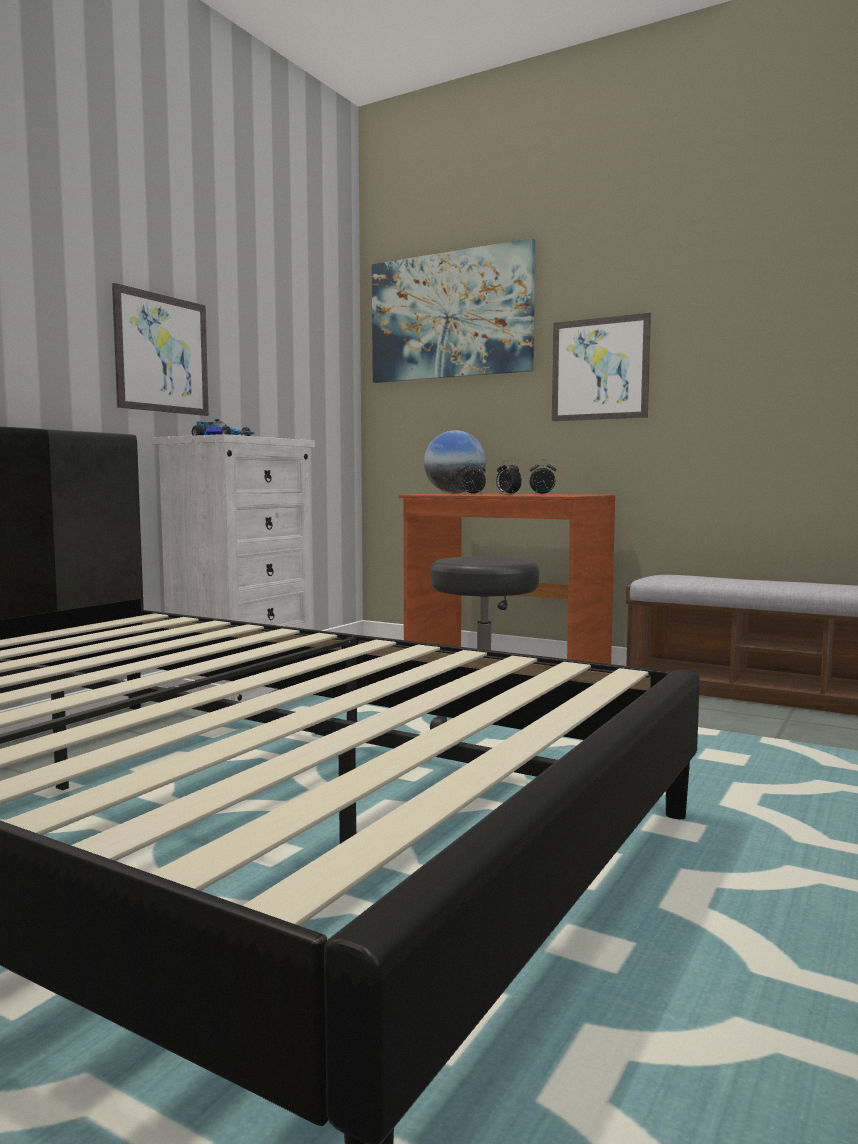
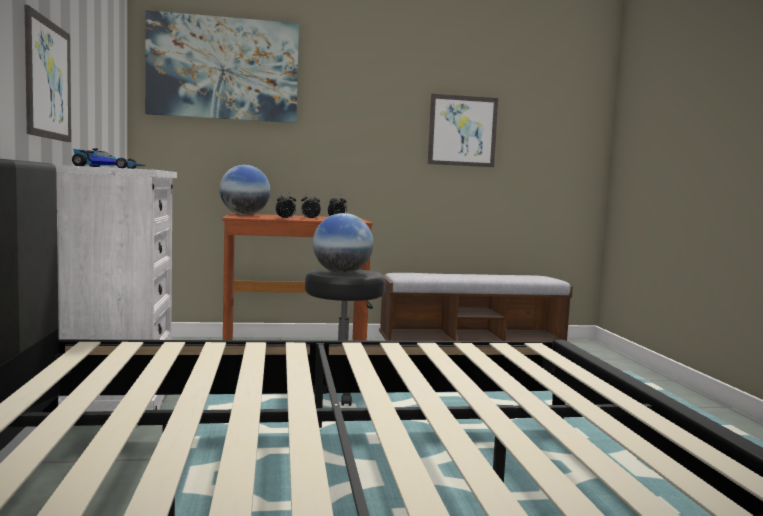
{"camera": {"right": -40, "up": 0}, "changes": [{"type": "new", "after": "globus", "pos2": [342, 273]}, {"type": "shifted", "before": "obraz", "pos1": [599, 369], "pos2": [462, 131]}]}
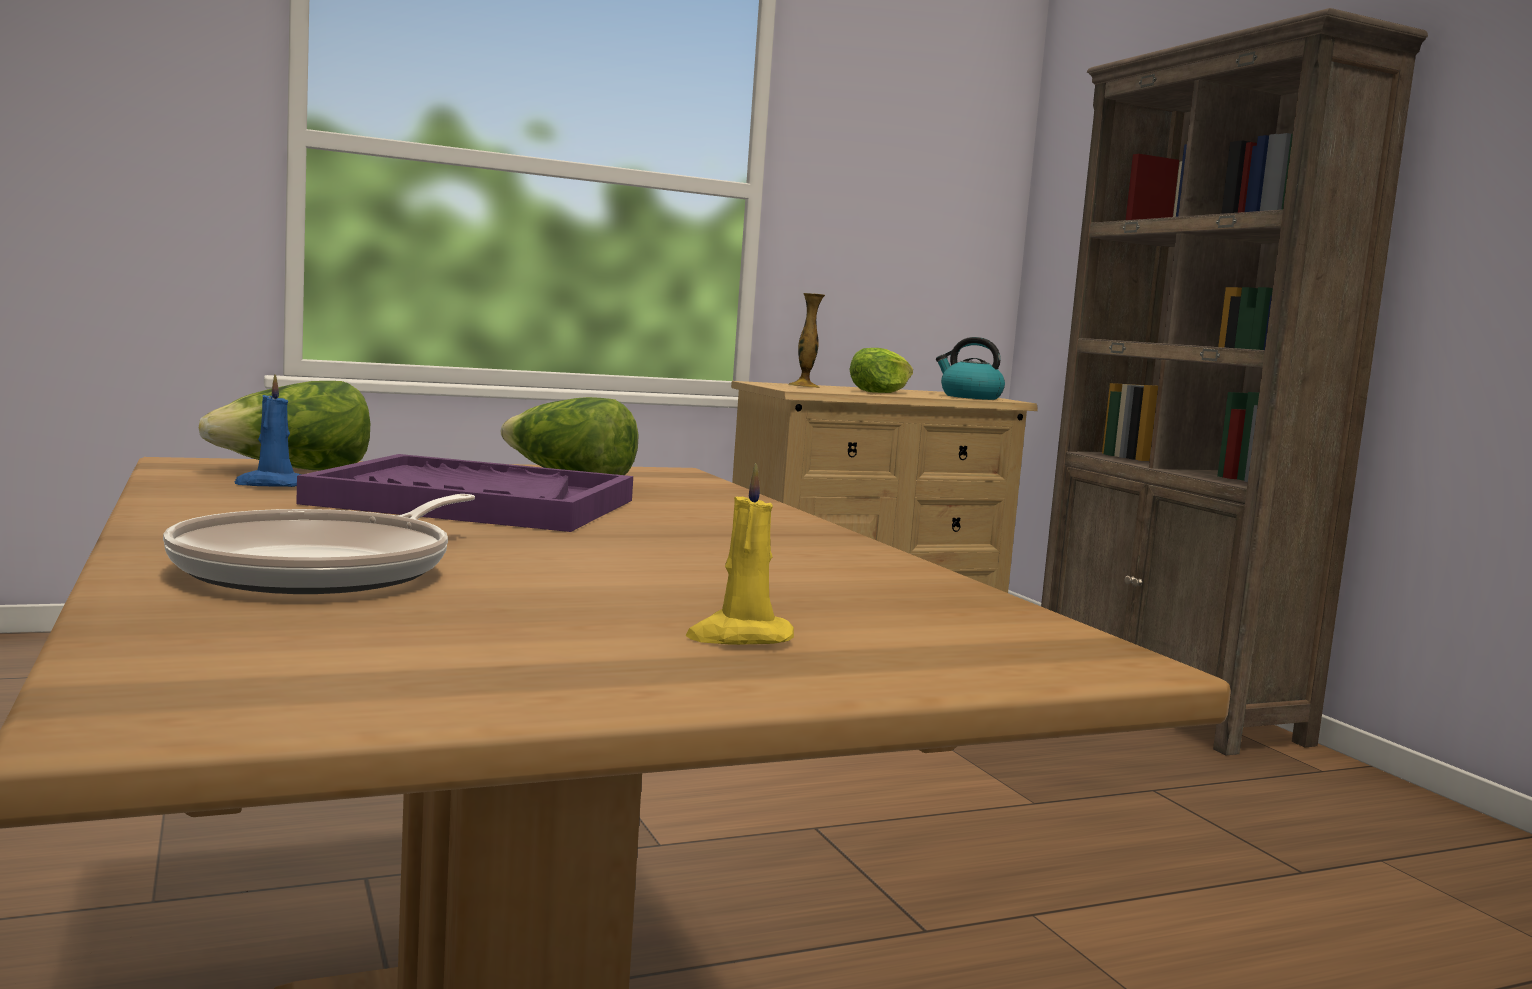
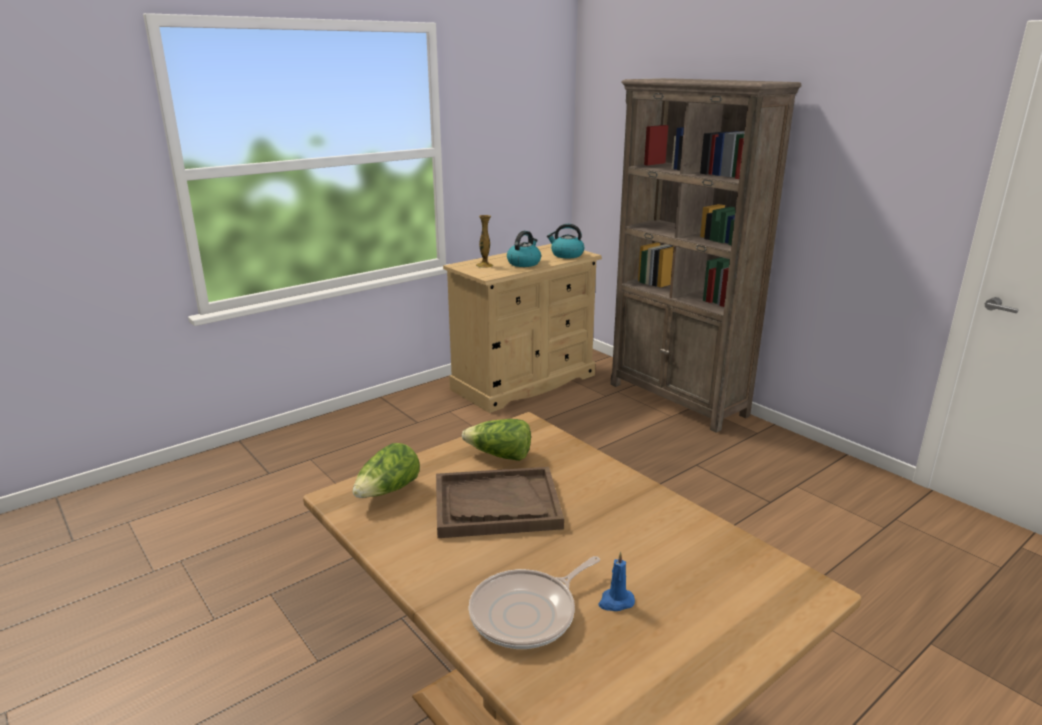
{"camera": {"right": -15, "up": 15}, "changes": [{"type": "gone", "before": "świeca [żółty]", "pos1": [738, 637]}, {"type": "shifted", "before": "świeca [niebieski]", "pos1": [270, 485], "pos2": [615, 602]}, {"type": "swapped", "before": "sałata", "after": "czajnik", "pos1": [879, 392], "pos2": [524, 263]}, {"type": "repainted", "before": "taca [fioletowy]", "after": "taca [brązowy]", "pos1": [474, 502], "pos2": [496, 505]}, {"type": "rotated", "before": "patelnia", "pos1": [324, 570], "pos2": [527, 613], "turn": 45}]}
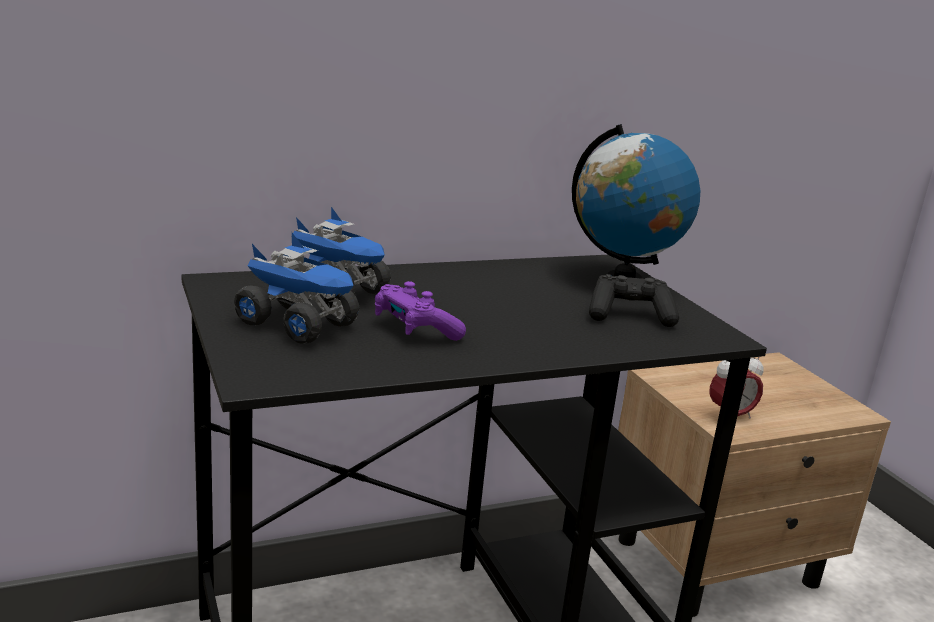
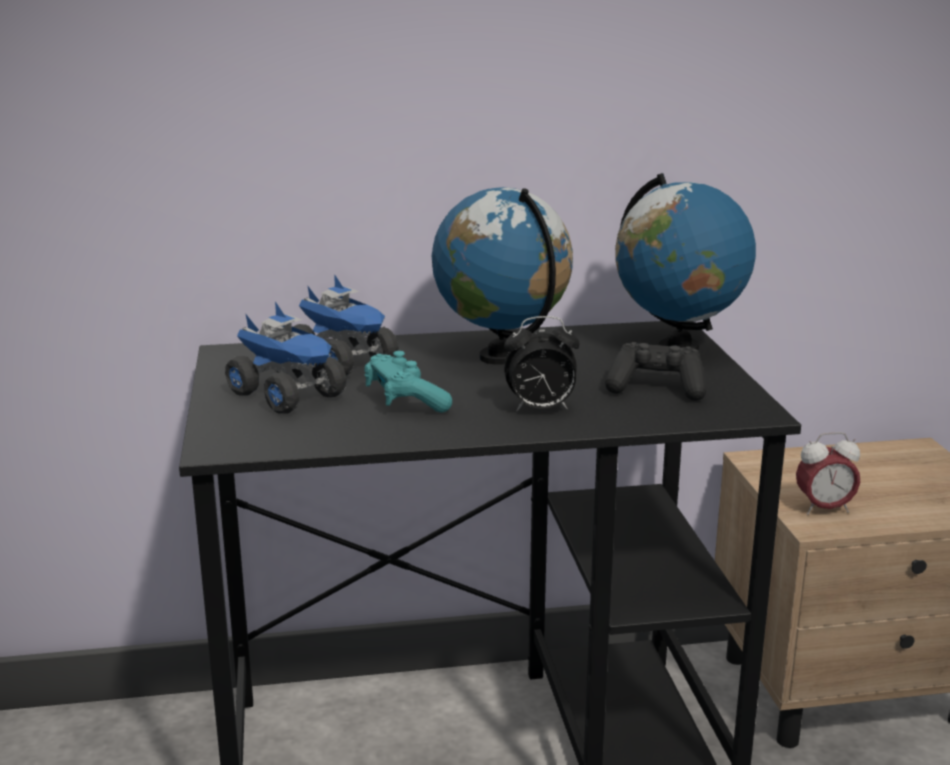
{"camera": {"right": 15, "up": 0}, "changes": [{"type": "new", "after": "globus", "pos2": [502, 357]}, {"type": "new", "after": "budzik", "pos2": [540, 409]}, {"type": "repainted", "before": "pad do gier [fioletowy]", "after": "pad do gier [turkusowy]", "pos1": [415, 329], "pos2": [405, 401]}]}
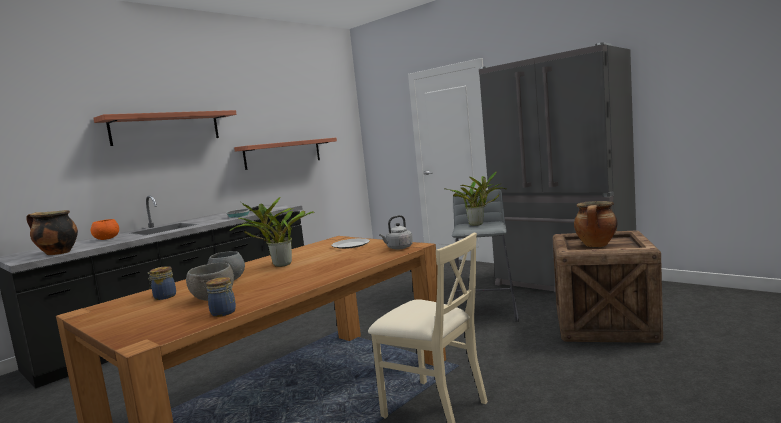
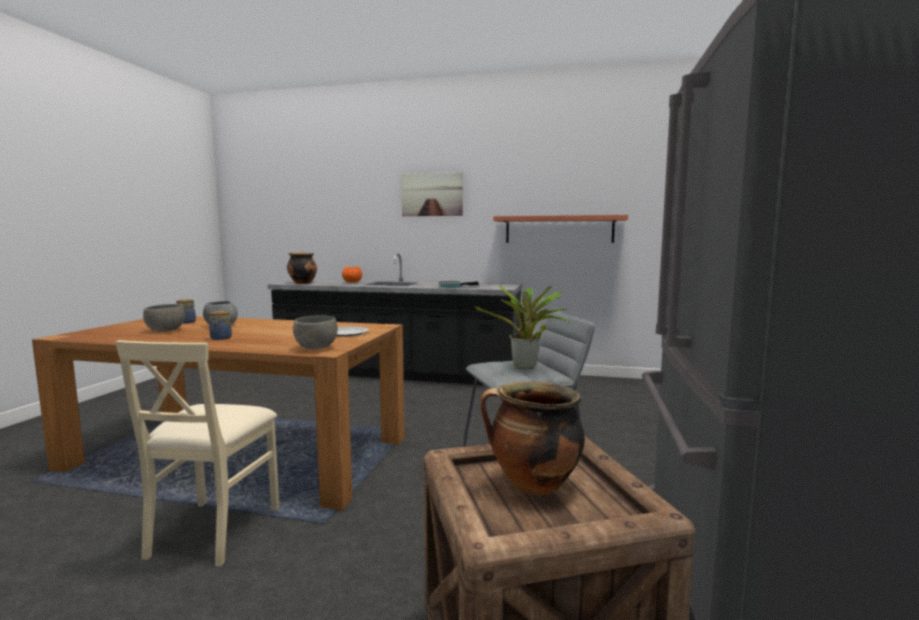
{"camera": {"right": 60, "up": 0}, "changes": [{"type": "gone", "before": "roślina doniczkowa", "pos1": [279, 265]}, {"type": "shifted", "before": "słoik", "pos1": [224, 313], "pos2": [220, 338]}, {"type": "swapped", "before": "półka", "after": "obraz", "pos1": [166, 128], "pos2": [432, 194]}, {"type": "swapped", "before": "czajnik [szary]", "after": "miska [szary]", "pos1": [398, 248], "pos2": [315, 348]}]}
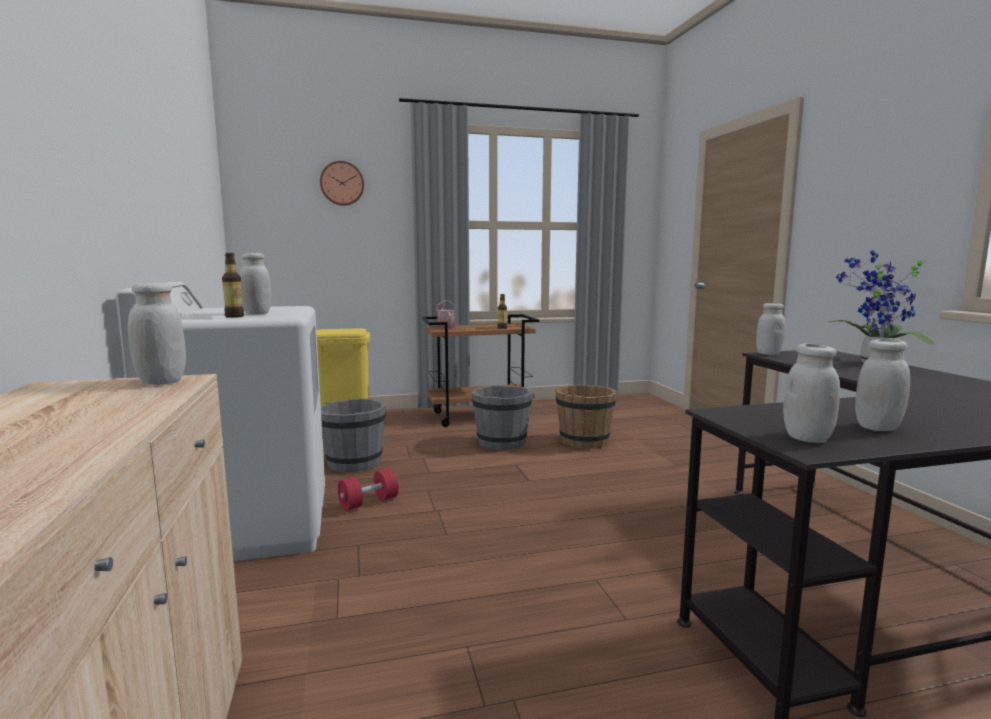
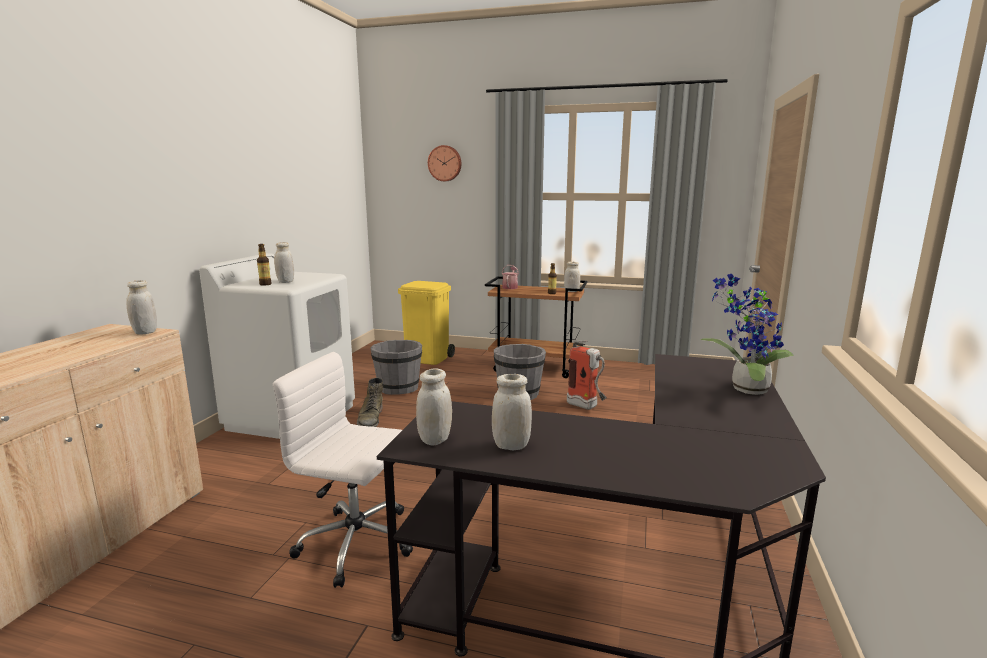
{"camera": {"right": 30, "up": 5}, "changes": [{"type": "new", "after": "krzesło biurowe [biały]", "pos2": [358, 543]}, {"type": "shifted", "before": "słoik [biały]", "pos1": [768, 353], "pos2": [571, 291]}, {"type": "swapped", "before": "hantel [czerwony]", "after": "but z cholewką [zielony]", "pos1": [369, 502], "pos2": [370, 419]}, {"type": "swapped", "before": "wiadro [brązowy]", "after": "gaśnica", "pos1": [584, 442], "pos2": [586, 407]}]}
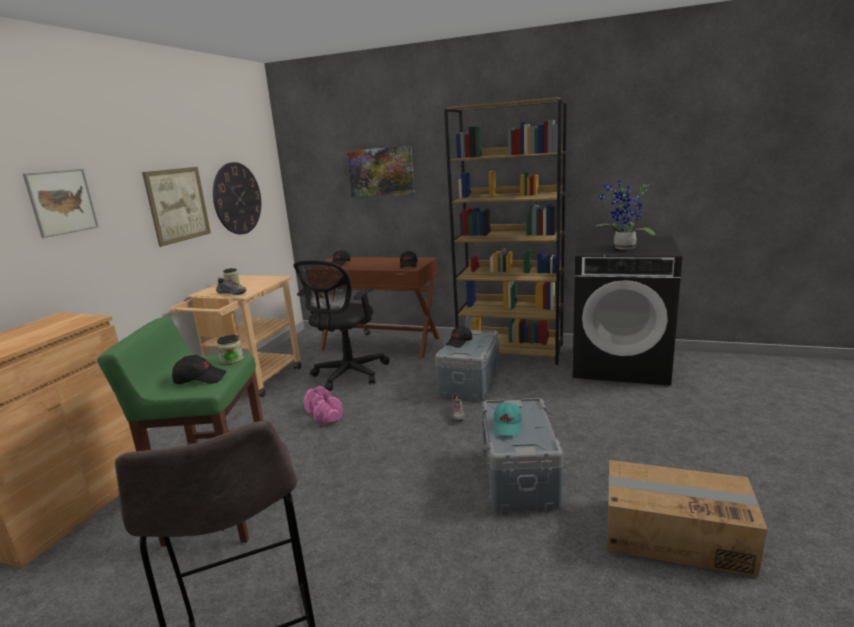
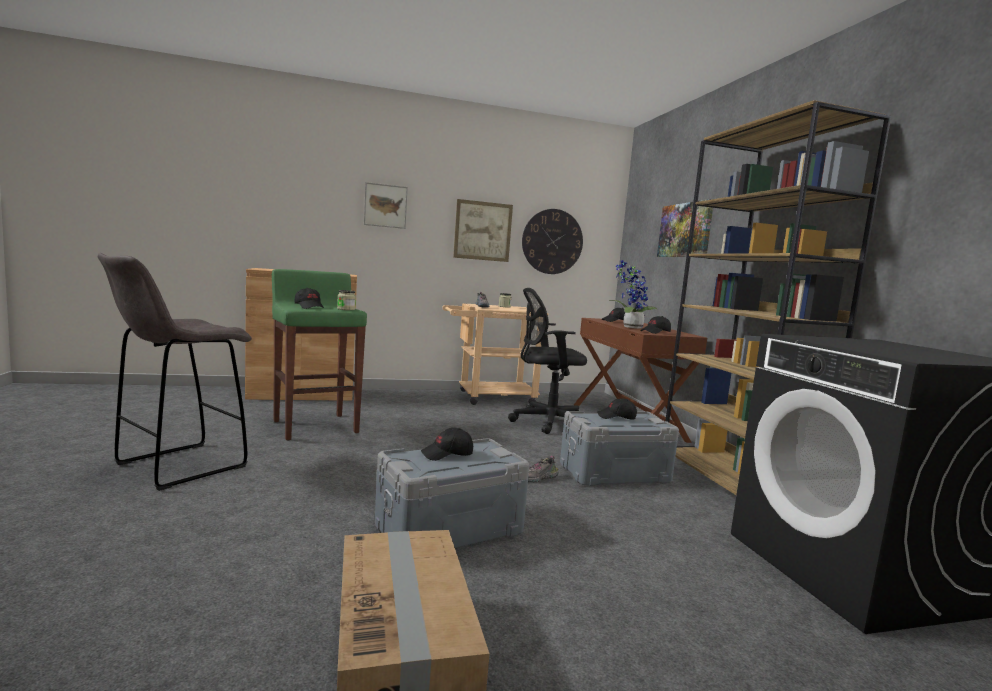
{"camera": {"right": 55, "up": -10}, "changes": [{"type": "gone", "before": "hantel [różowy]", "pos1": [324, 415]}, {"type": "shifted", "before": "roślina doniczkowa", "pos1": [622, 248], "pos2": [630, 327]}, {"type": "repainted", "before": "czapka z daszkiem [turkusowy]", "after": "czapka z daszkiem [czarny]", "pos1": [508, 426], "pos2": [447, 454]}]}
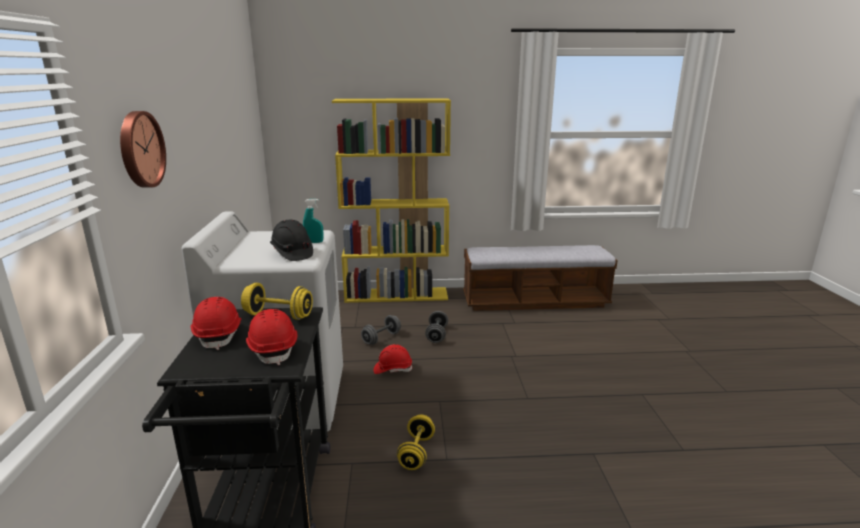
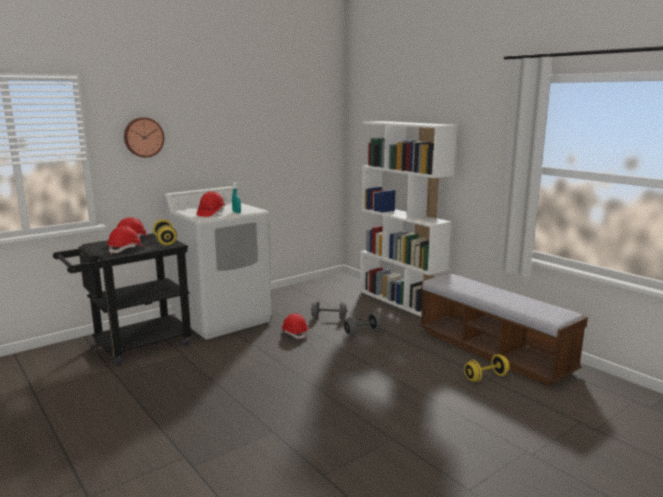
{"camera": {"right": 55, "up": -5}, "changes": [{"type": "shifted", "before": "hantel [żółty]", "pos1": [416, 452], "pos2": [486, 377]}, {"type": "repainted", "before": "kask [czarny]", "after": "kask [czerwony]", "pos1": [292, 253], "pos2": [211, 213]}, {"type": "repainted", "before": "regał [żółty]", "after": "regał [biały]", "pos1": [397, 295], "pos2": [401, 301]}]}
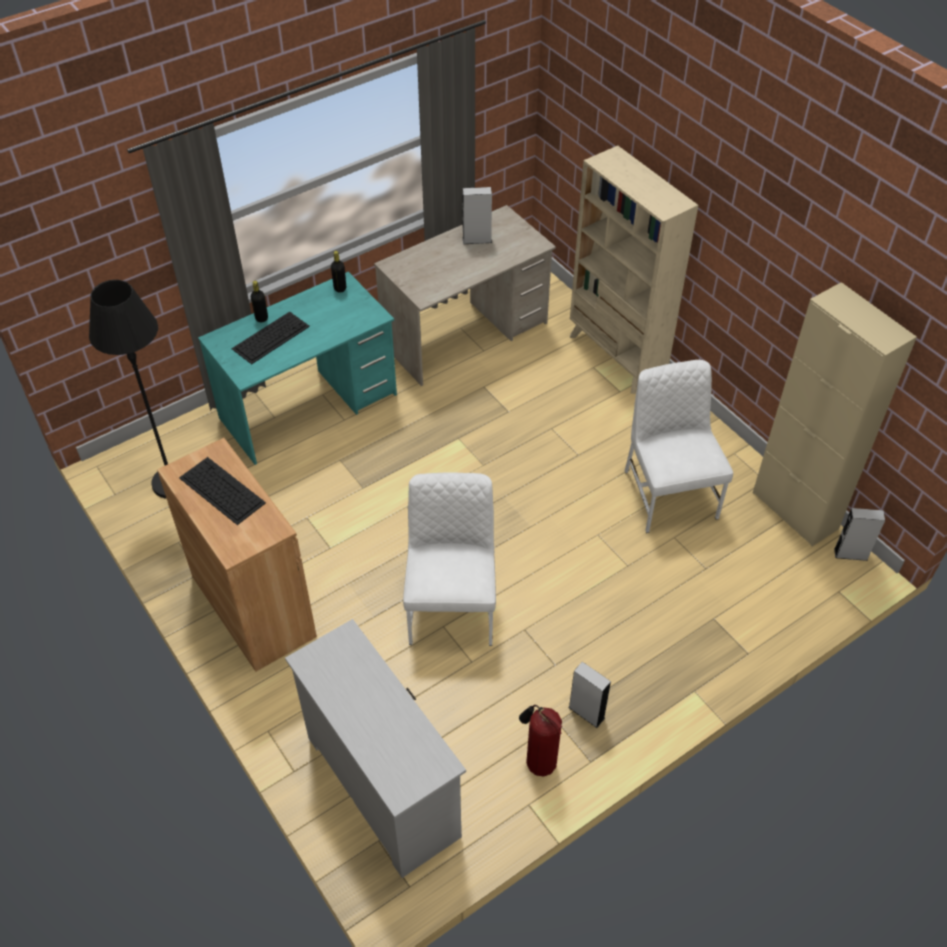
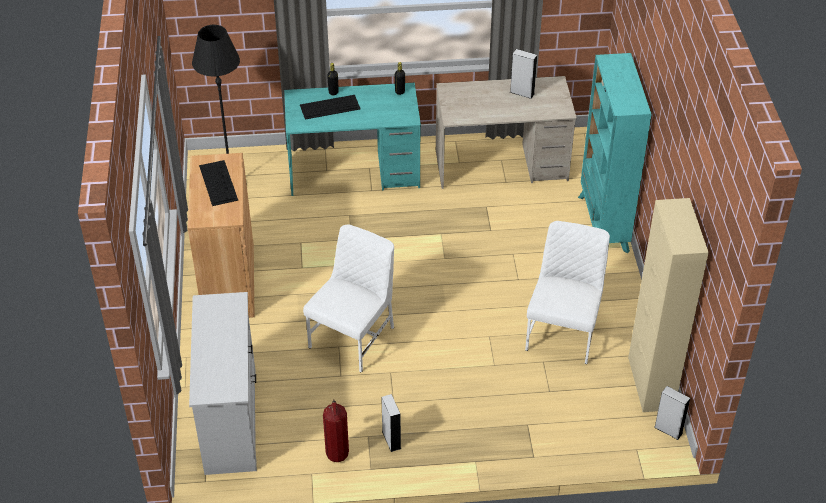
{"camera": {"right": 30, "up": -5}, "changes": [{"type": "repainted", "before": "regał [beżowy]", "after": "regał [turkusowy]", "pos1": [616, 356], "pos2": [603, 224]}]}
